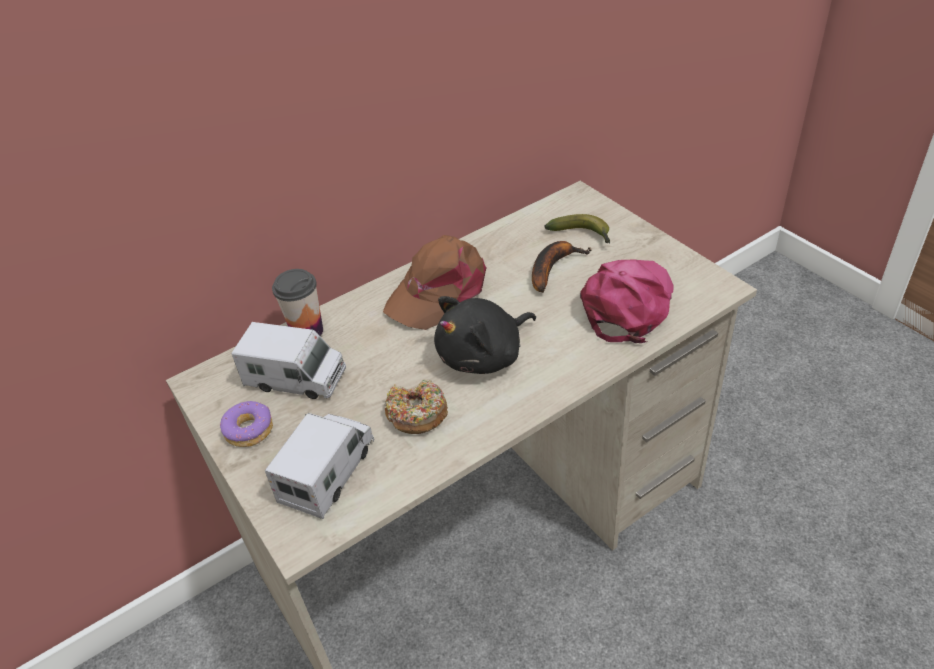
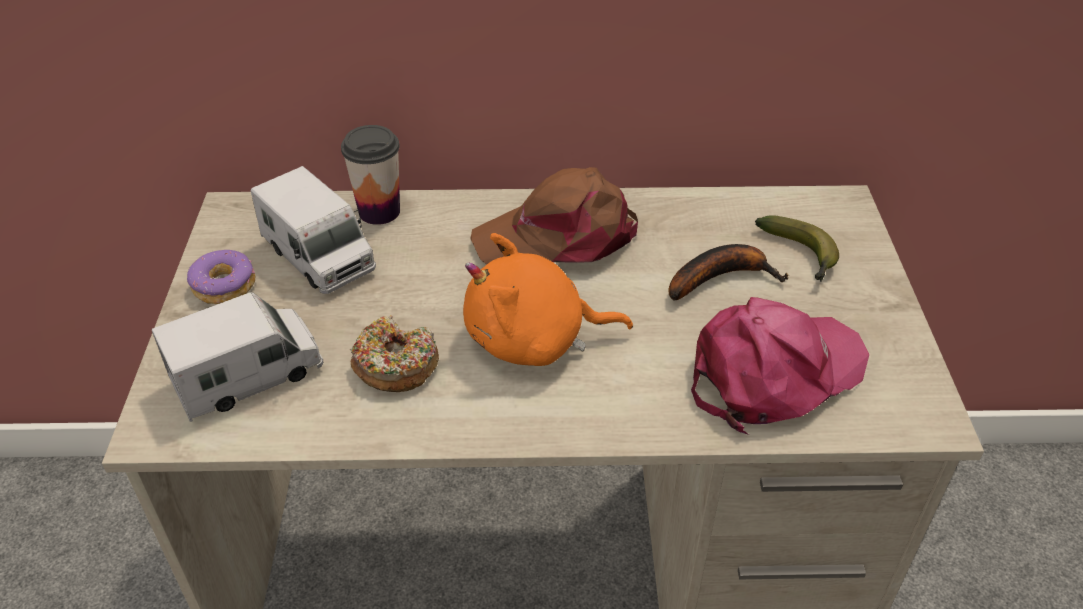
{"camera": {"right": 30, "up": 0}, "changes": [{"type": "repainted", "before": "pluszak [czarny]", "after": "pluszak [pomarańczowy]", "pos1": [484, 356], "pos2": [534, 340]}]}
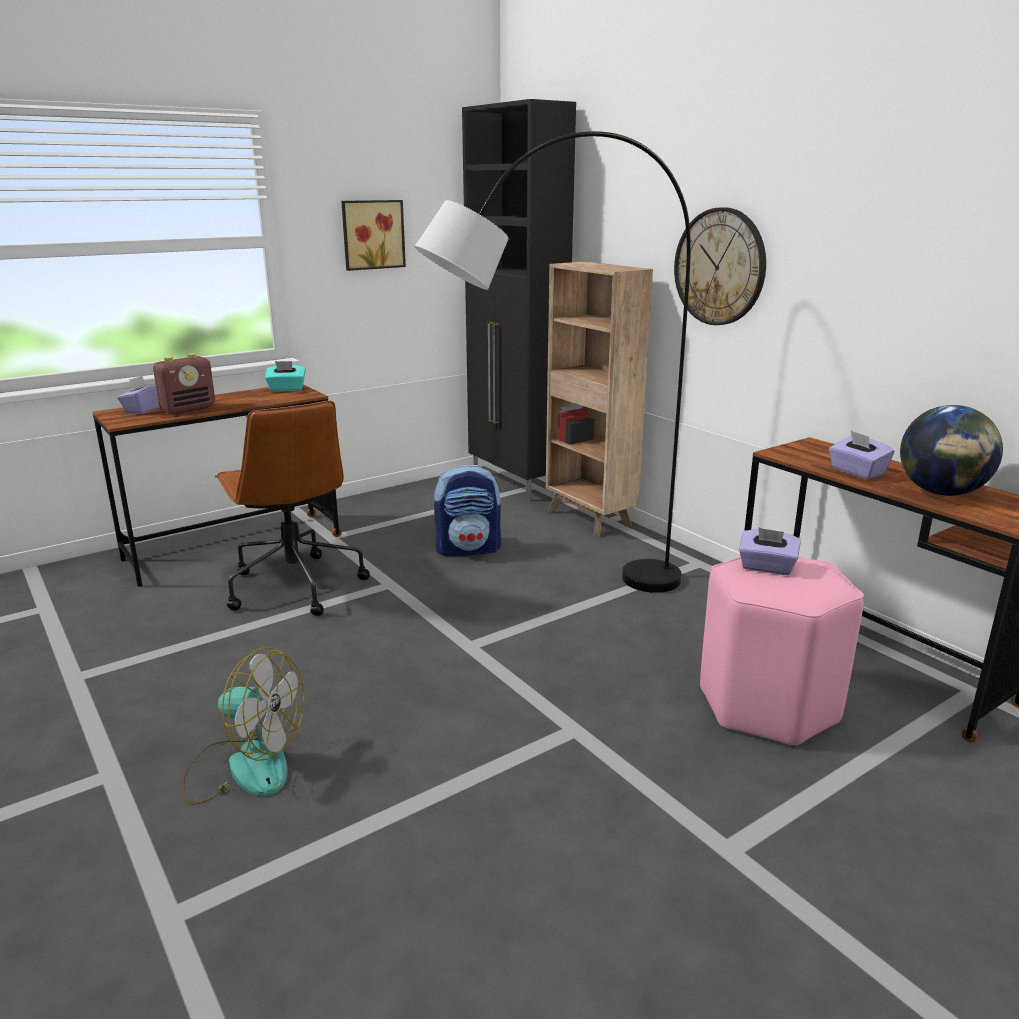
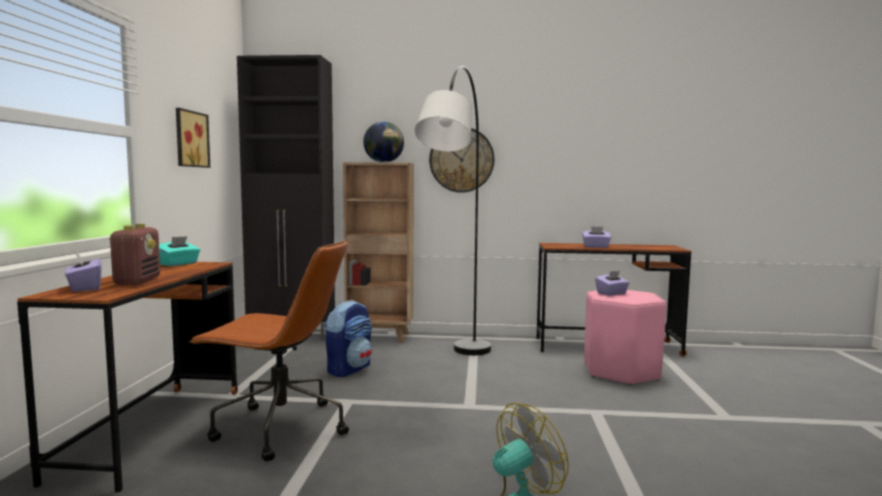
{"camera": {"right": -50, "up": -15}, "changes": [{"type": "shifted", "before": "globus", "pos1": [942, 493], "pos2": [384, 162]}]}
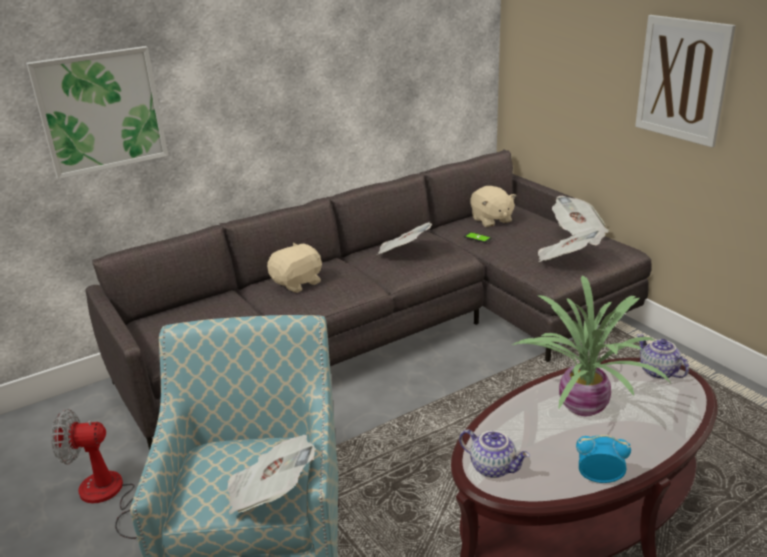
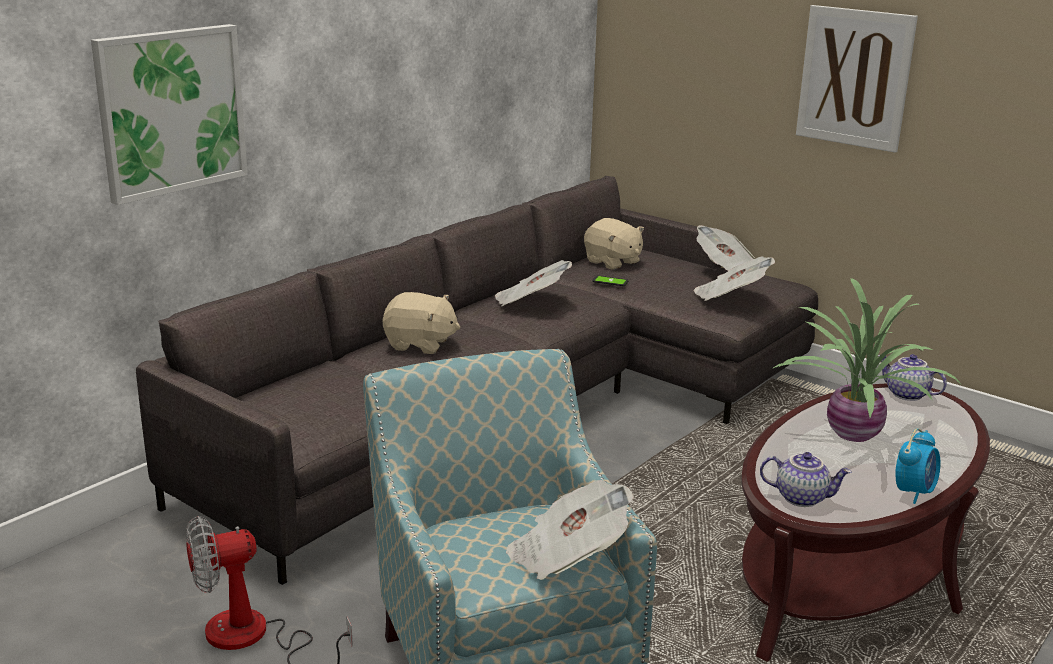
{"camera": {"right": -20, "up": -5}, "changes": [{"type": "rotated", "before": "pluszak [beżowy]", "pos1": [298, 283], "pos2": [420, 344], "turn": 75}, {"type": "rotated", "before": "budzik", "pos1": [599, 478], "pos2": [914, 492], "turn": 135}]}
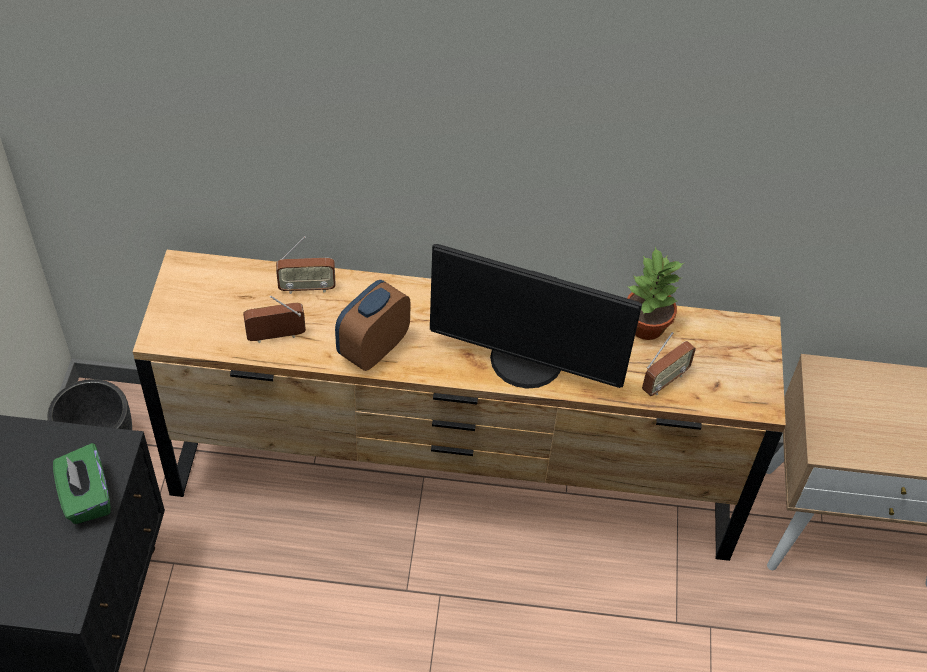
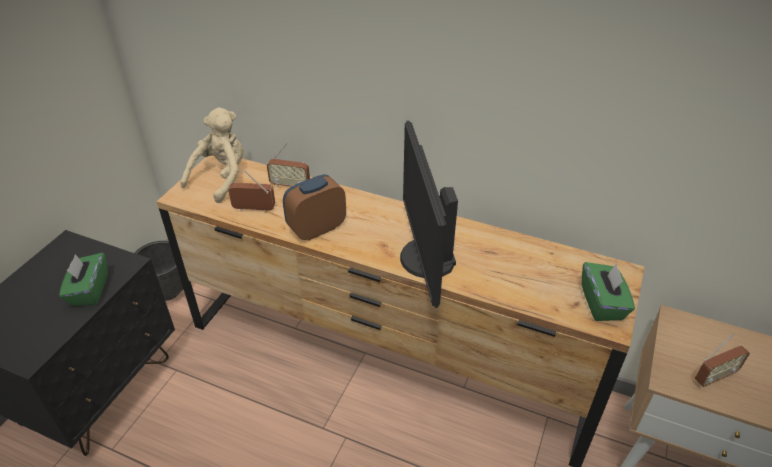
{"camera": {"right": 20, "up": -10}, "changes": [{"type": "gone", "before": "roślina doniczkowa", "pos1": [646, 327]}, {"type": "new", "after": "pluszak [beżowy]", "pos2": [221, 178]}, {"type": "new", "after": "pudełko chusteczek [zielony]", "pos2": [602, 303]}, {"type": "shifted", "before": "radio", "pos1": [664, 381], "pos2": [714, 377]}, {"type": "rotated", "before": "monitor", "pos1": [525, 362], "pos2": [425, 258], "turn": 45}]}
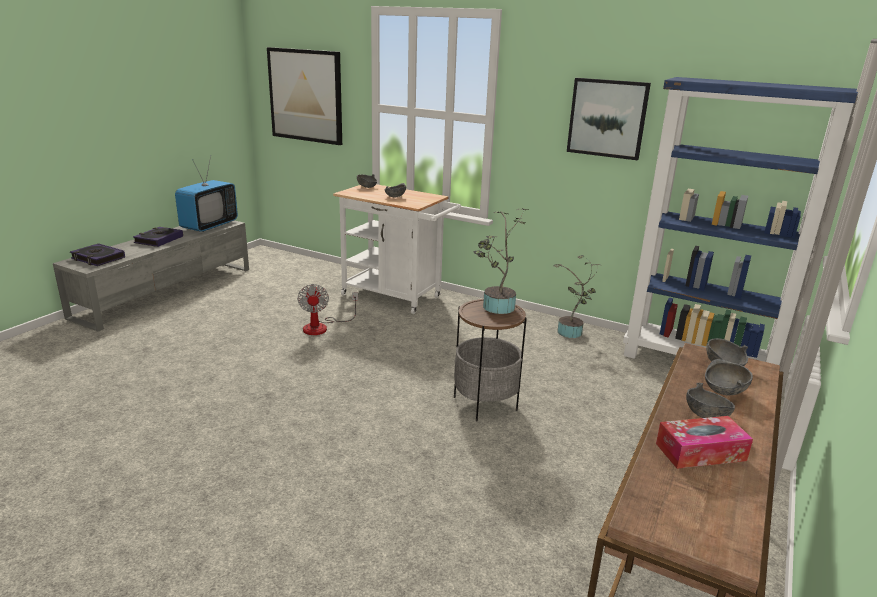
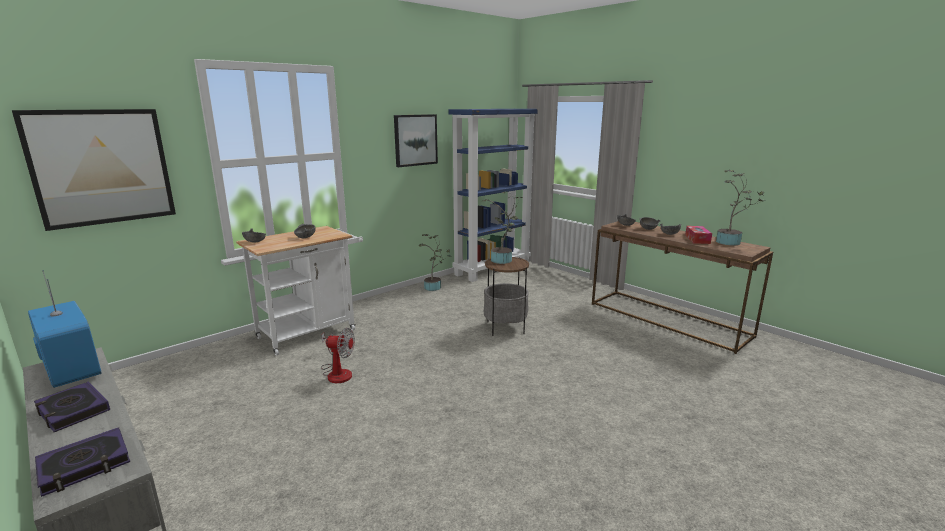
{"camera": {"right": -70, "up": -5}, "changes": [{"type": "new", "after": "roślina doniczkowa", "pos2": [731, 242]}]}
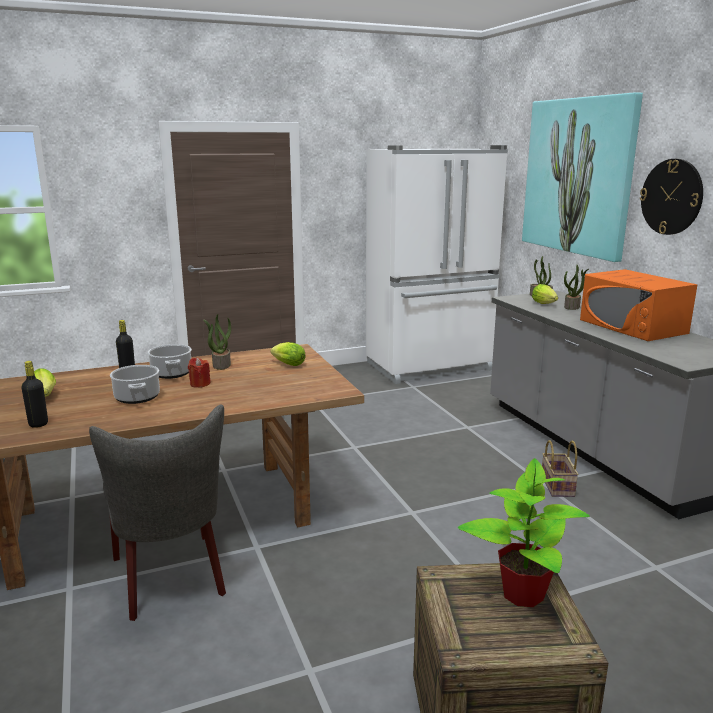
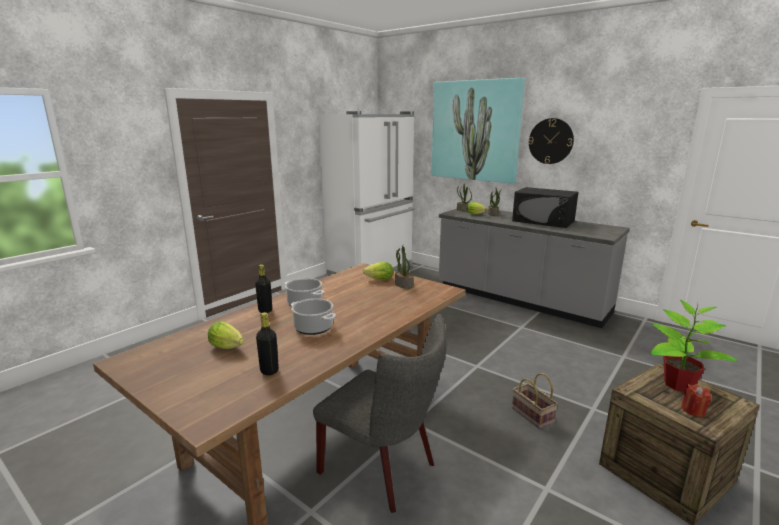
{"camera": {"right": -30, "up": 0}, "changes": [{"type": "shifted", "before": "świeca [czerwony]", "pos1": [200, 384], "pos2": [693, 410]}, {"type": "shifted", "before": "roślina doniczkowa", "pos1": [221, 365], "pos2": [403, 285]}, {"type": "shifted", "before": "koszyk", "pos1": [556, 485], "pos2": [531, 415]}, {"type": "repainted", "before": "mikrofalówka [pomarańczowy]", "after": "mikrofalówka [czarny]", "pos1": [632, 326], "pos2": [543, 221]}]}
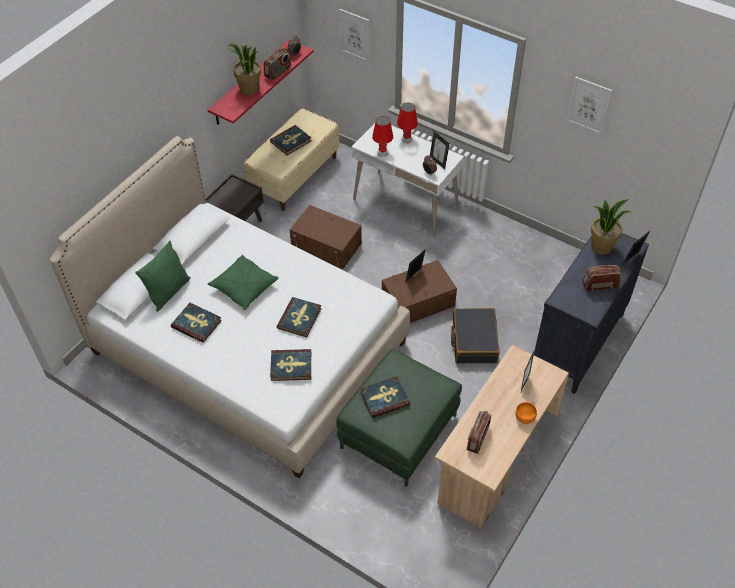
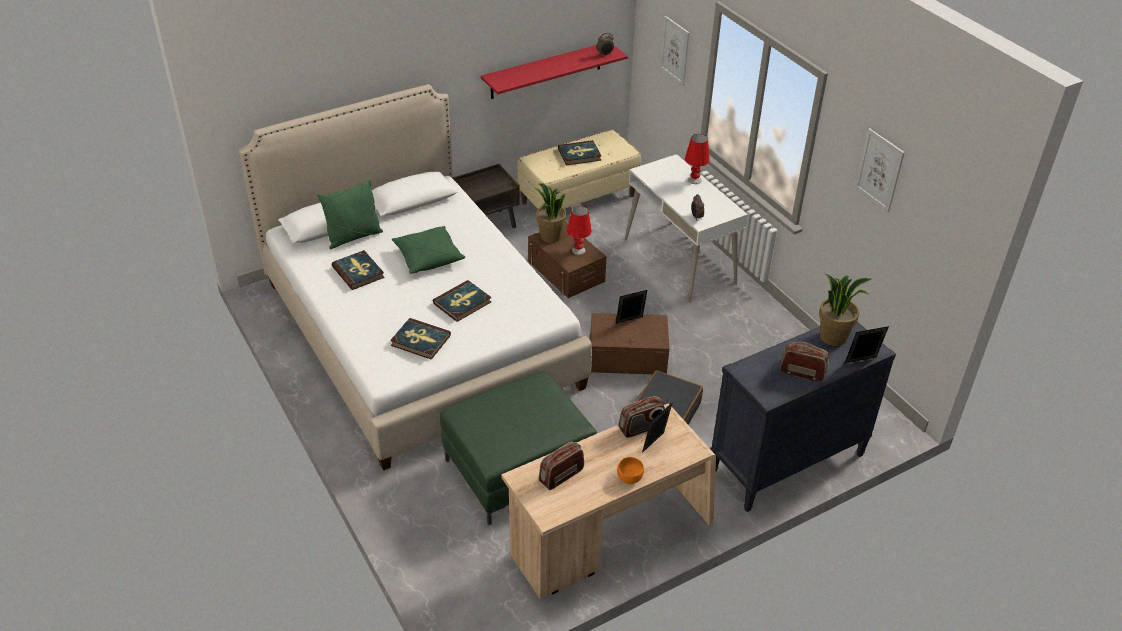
{"camera": {"right": 25, "up": -10}, "changes": [{"type": "gone", "before": "książka", "pos1": [384, 398]}, {"type": "gone", "before": "ramka na zdjęcie", "pos1": [438, 162]}, {"type": "shifted", "before": "roślina doniczkowa", "pos1": [249, 89], "pos2": [550, 236]}, {"type": "shifted", "before": "radio", "pos1": [278, 72], "pos2": [641, 427]}, {"type": "shifted", "before": "lampa stołowa [czerwony]", "pos1": [382, 152], "pos2": [578, 250]}]}
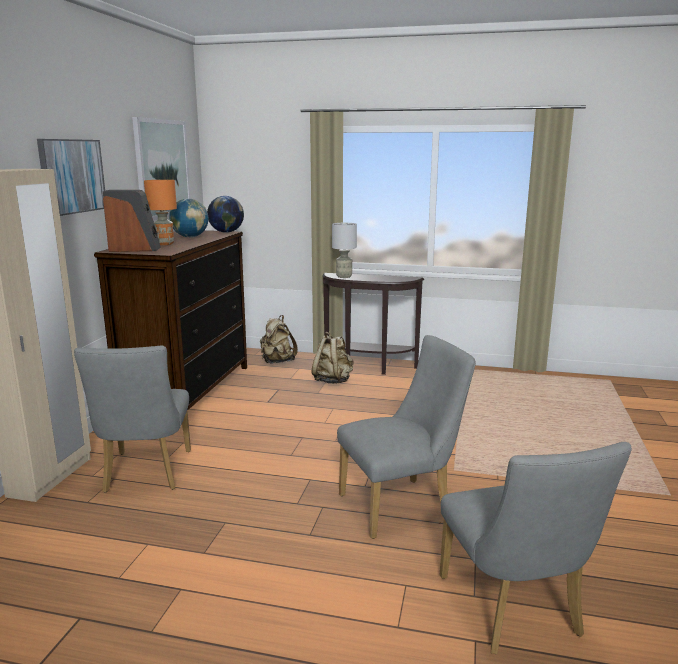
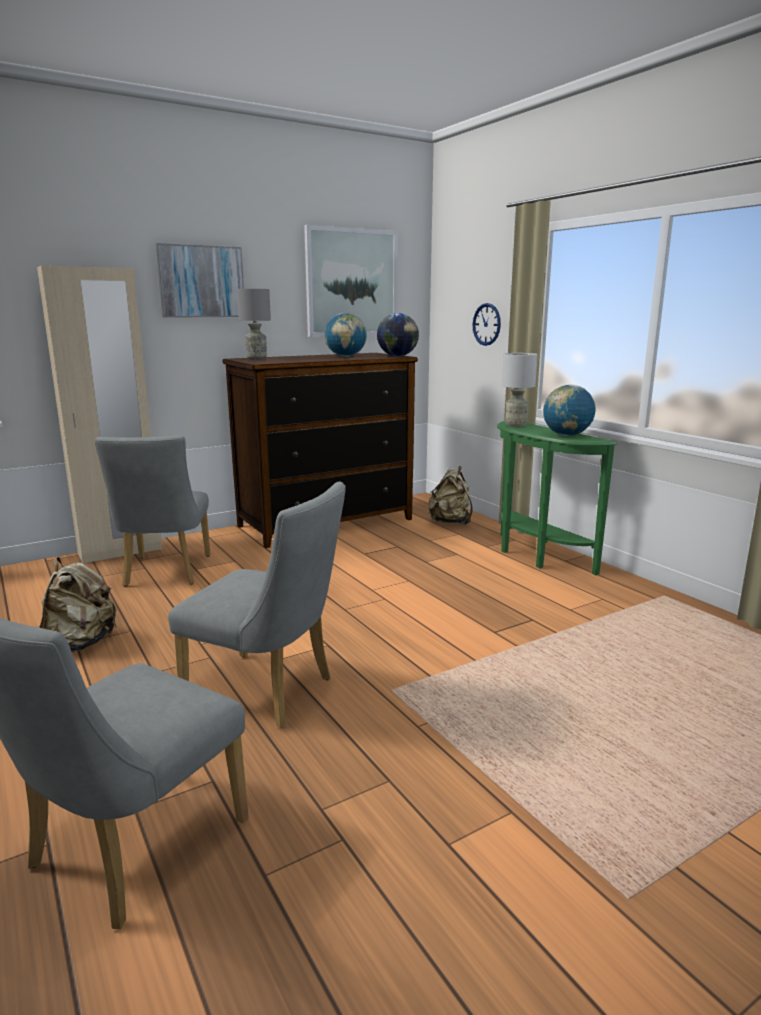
{"camera": {"right": 45, "up": 0}, "changes": [{"type": "gone", "before": "lampa stołowa [pomarańczowy]", "pos1": [165, 244]}, {"type": "new", "after": "zegar ścienny", "pos2": [486, 324]}, {"type": "new", "after": "globus", "pos2": [566, 435]}, {"type": "shifted", "before": "plecak [beżowy]", "pos1": [333, 380], "pos2": [80, 644]}, {"type": "swapped", "before": "głośnik", "after": "lampa stołowa [szary]", "pos1": [134, 249], "pos2": [256, 359]}, {"type": "repainted", "before": "stolik konsolowy [brązowy]", "after": "stolik konsolowy [zielony]", "pos1": [368, 368], "pos2": [535, 556]}, {"type": "rotated", "before": "krzesło [szary]", "pos1": [145, 475], "pos2": [165, 573], "turn": -45}]}
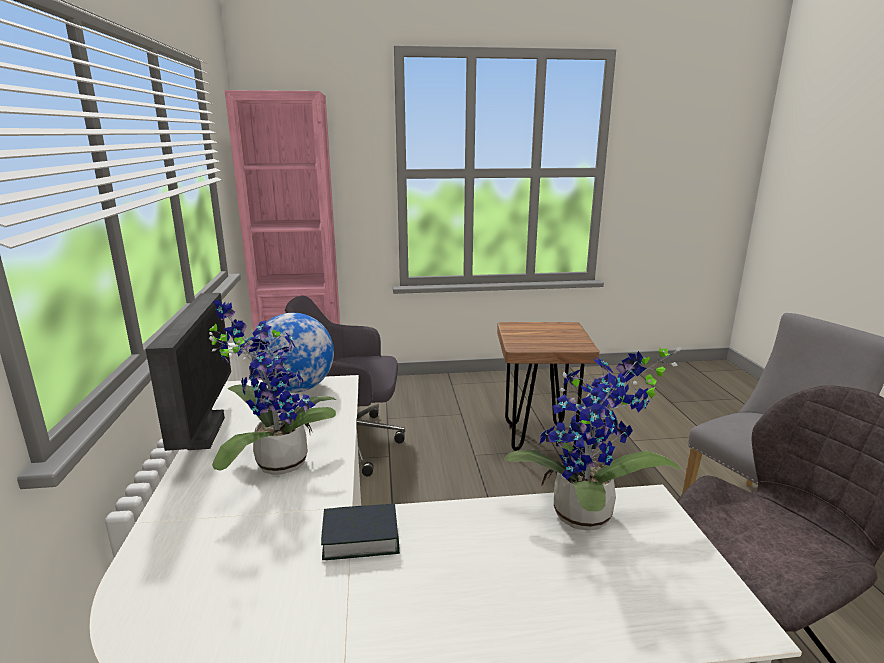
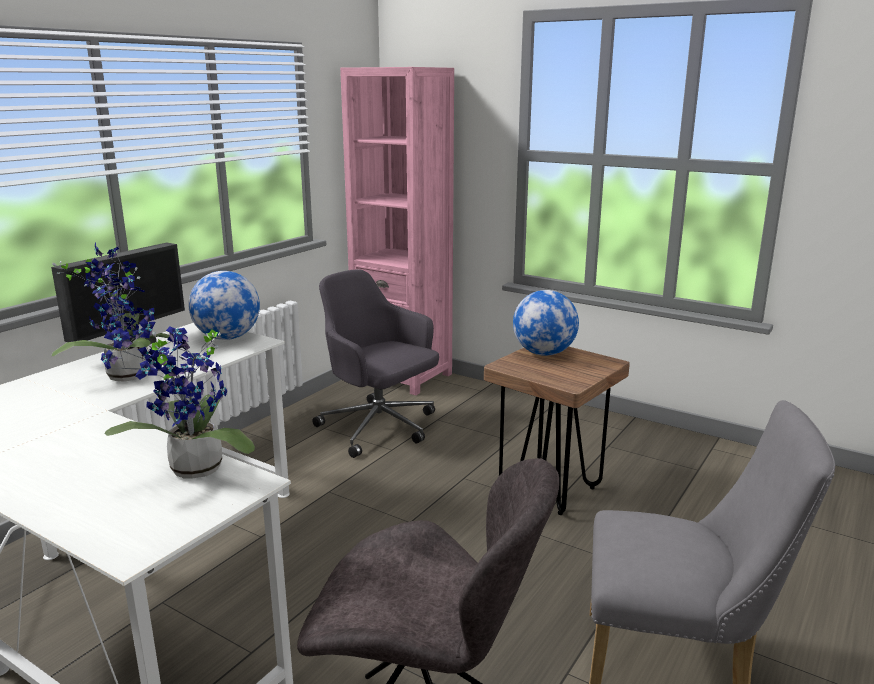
{"camera": {"right": 40, "up": 0}, "changes": [{"type": "gone", "before": "książka", "pos1": [360, 538]}, {"type": "new", "after": "globus", "pos2": [544, 353]}]}
